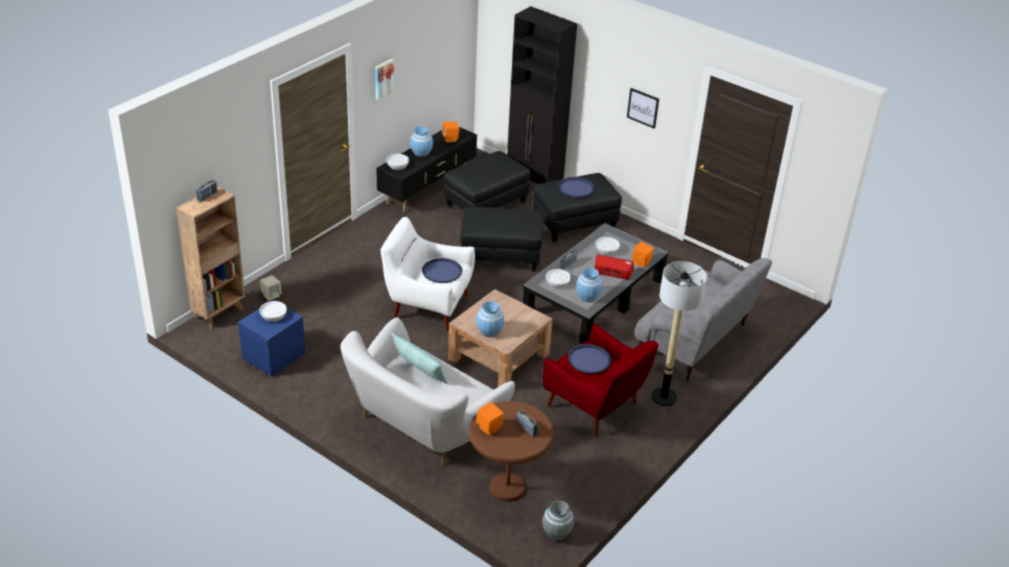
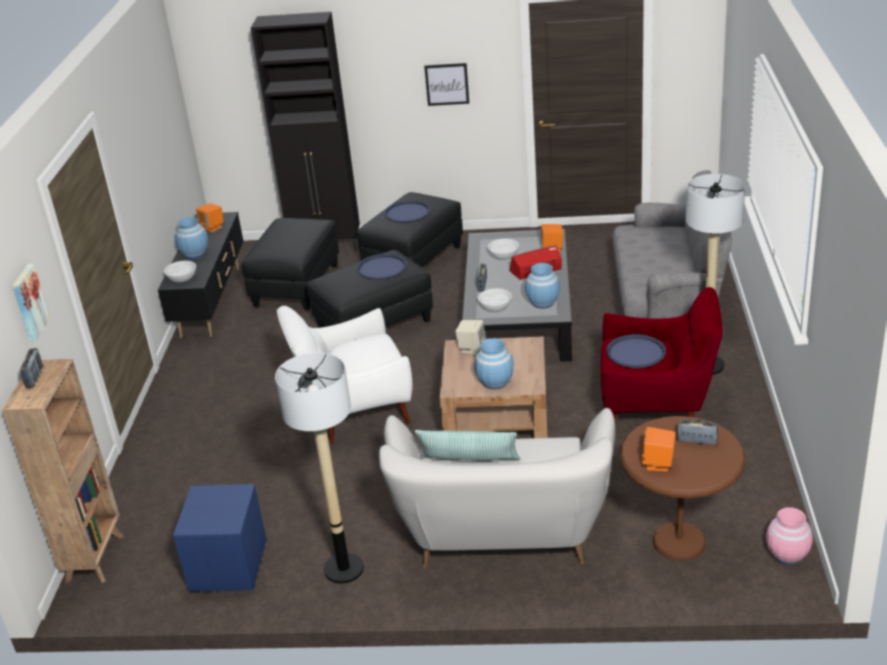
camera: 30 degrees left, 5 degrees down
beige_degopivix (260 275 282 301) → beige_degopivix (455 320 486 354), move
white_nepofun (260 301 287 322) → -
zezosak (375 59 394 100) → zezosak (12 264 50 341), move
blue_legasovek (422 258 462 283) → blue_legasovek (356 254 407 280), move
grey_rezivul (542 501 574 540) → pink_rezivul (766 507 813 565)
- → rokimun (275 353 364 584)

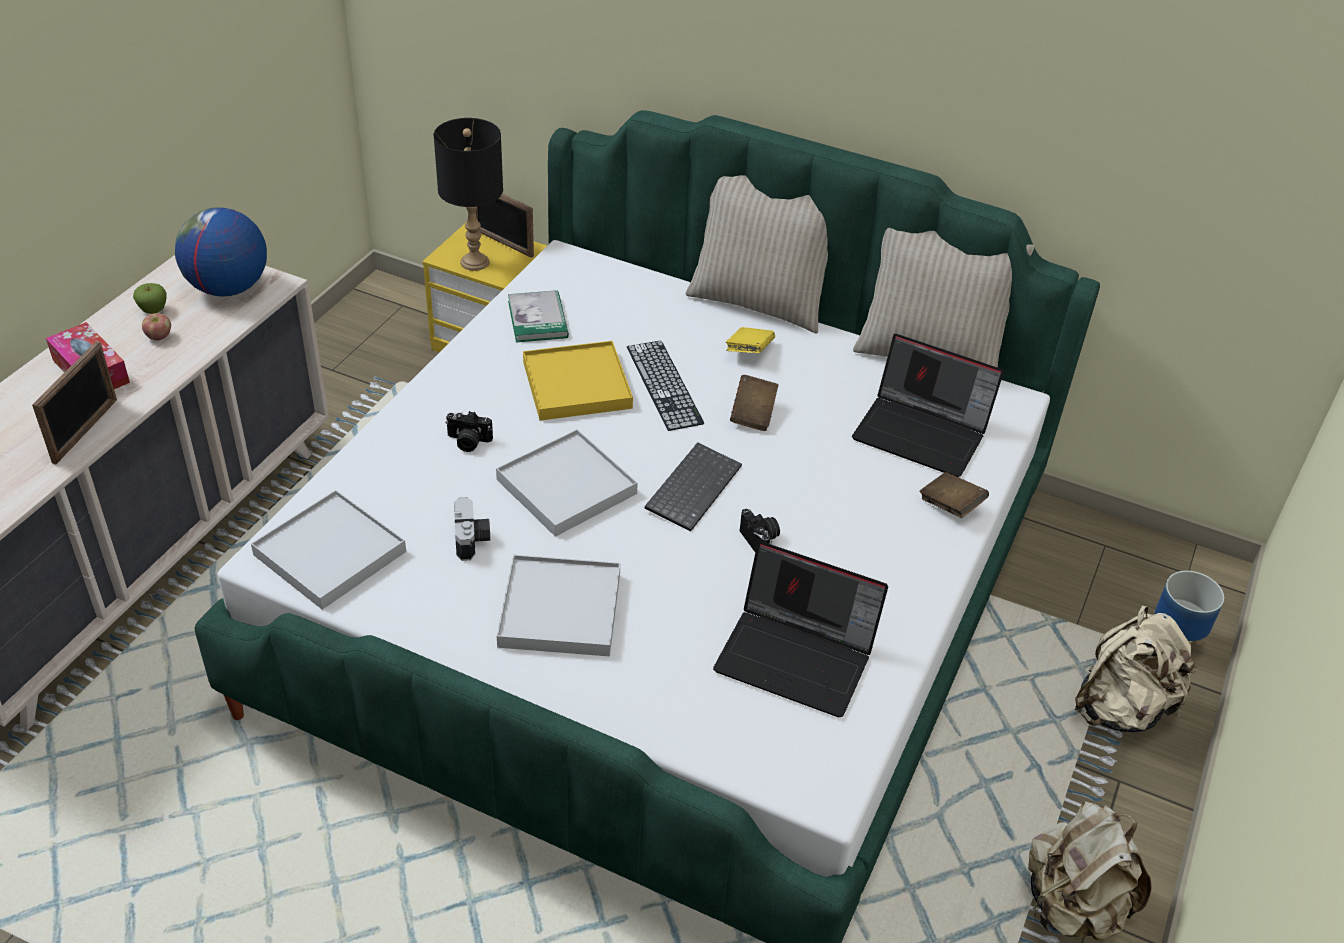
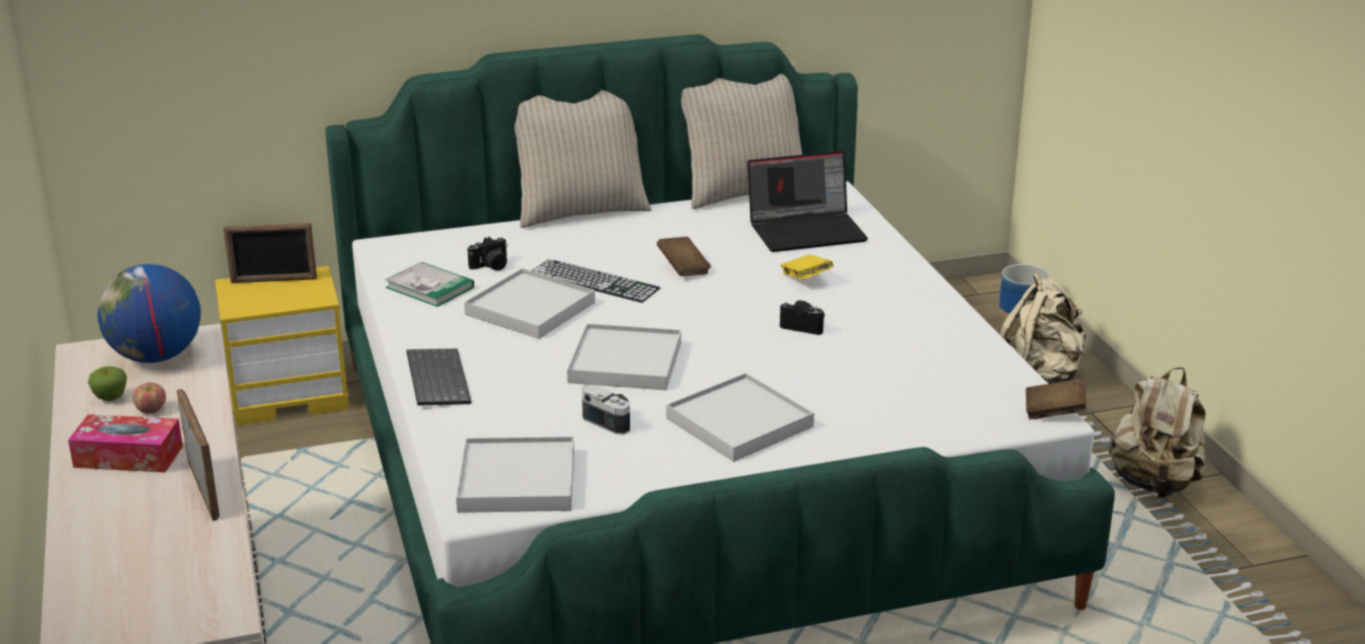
camera: 40 degrees left, 15 degrees down
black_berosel (434 118 503 271) → -
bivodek (445 411 493 452) → bivodek (467 237 507 271), move
yellow_legasovek (523 341 633 421) → white_legasovek (464 268 595 339)
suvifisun (645 442 742 532) → suvifisun (406 349 471 406), move
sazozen (713 541 888 717) → -
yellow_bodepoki (726 327 775 353) → yellow_bodepoki (780 255 834 280), move
brown_bodepoki (919 472 989 518) → brown_bodepoki (1026 378 1087 420), move

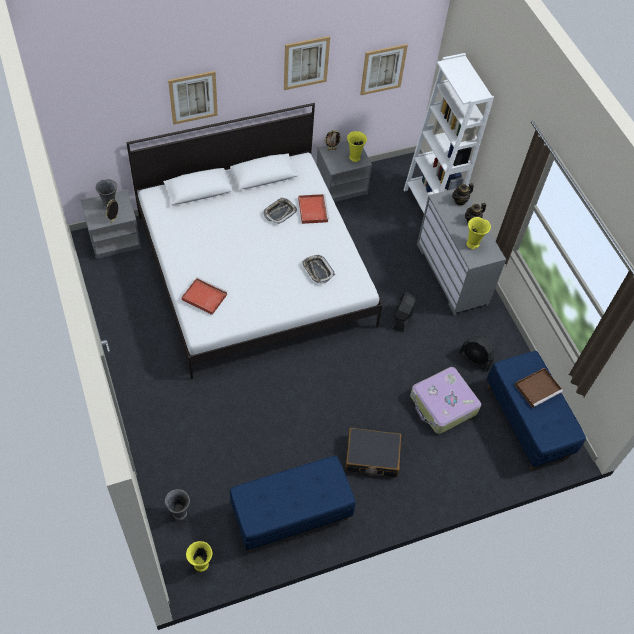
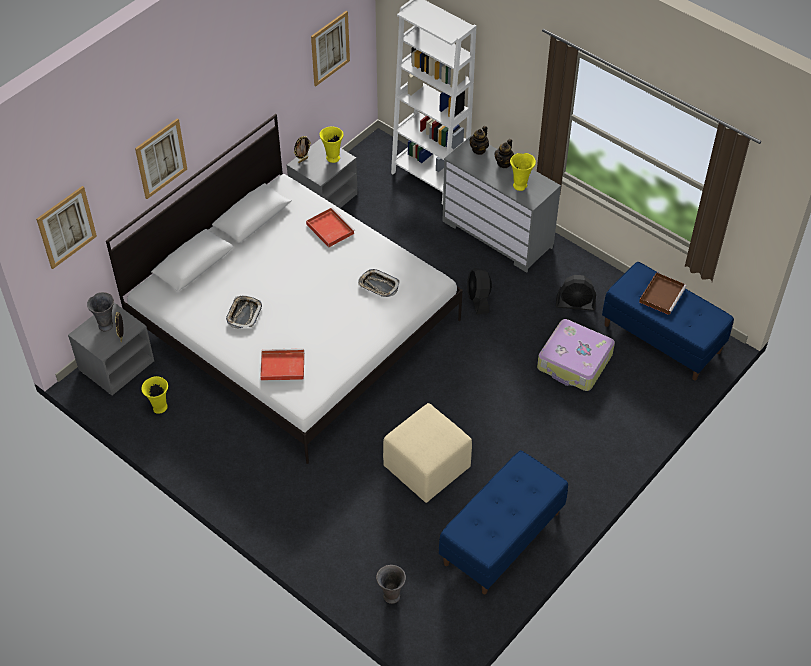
camera: 25 degrees left, 5 degrees down
yellow_rezivul (186 541 212 572) → yellow_rezivul (141 376 168 414), move
legasovek (263 197 297 224) → legasovek (226 295 262 329), move
zezosak (284 36 330 90) → zezosak (36 186 97 269), move
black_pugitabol (345 427 401 478) → -
- → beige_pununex (383 403 472 503)

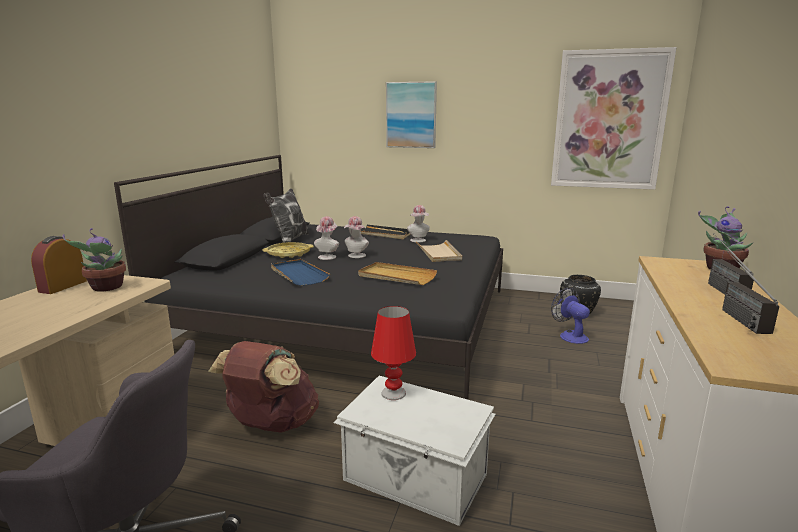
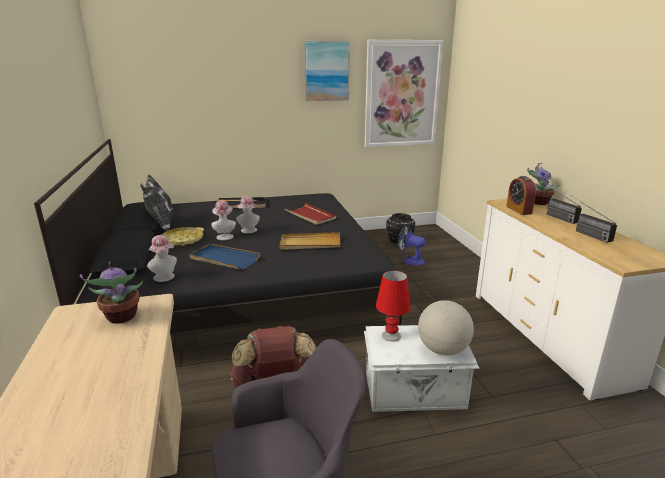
camera: 30 degrees left, 5 degrees up
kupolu (31 236 87 294) → kupolu (506 176 536 215), move
zezosak (386 81 437 148) → zezosak (304 41 350 101), move
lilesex (407 205 430 242) → lilesex (147 235 177 282), move
beige_legasovek (416 240 462 262) → red_legasovek (284 203 336 225)
- → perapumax (418 300 474 355)

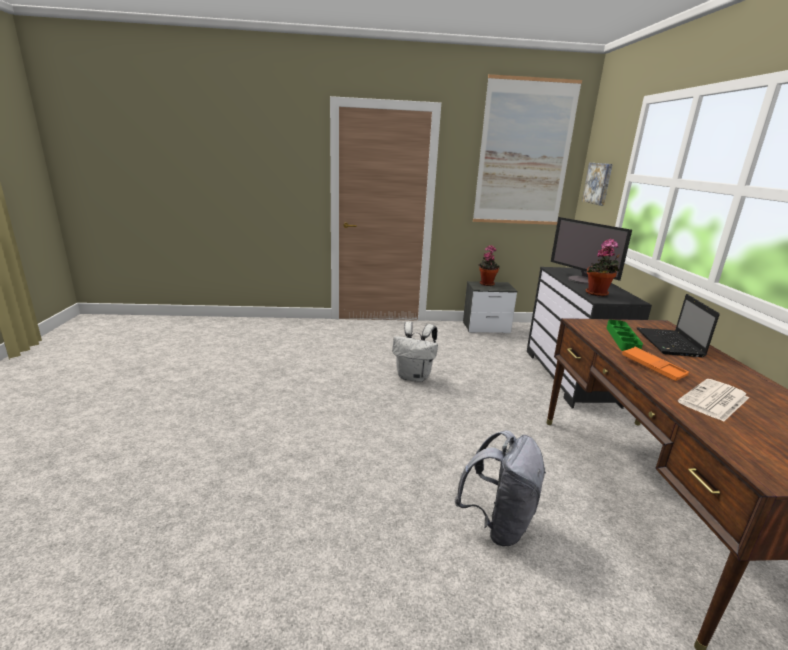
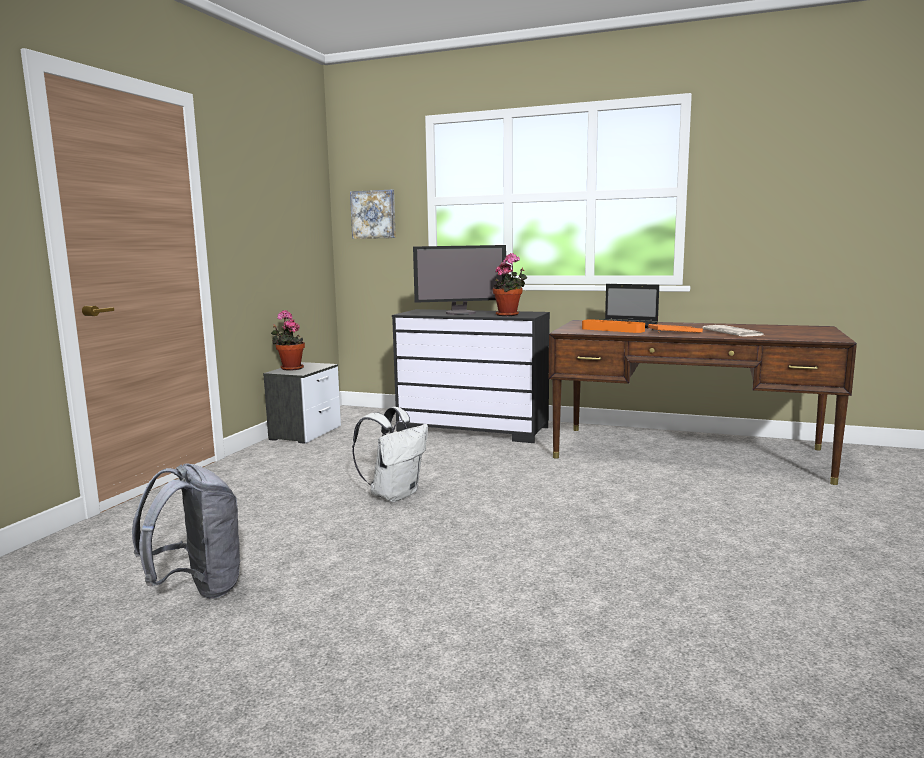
camera: 65 degrees left, 10 degrees down
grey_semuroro (455 430 546 546) → grey_semuroro (132 464 242 599), move
zezosak (473 74 582 225) → -
green_legasovek (607 320 643 351) → orange_legasovek (582 319 645 333)

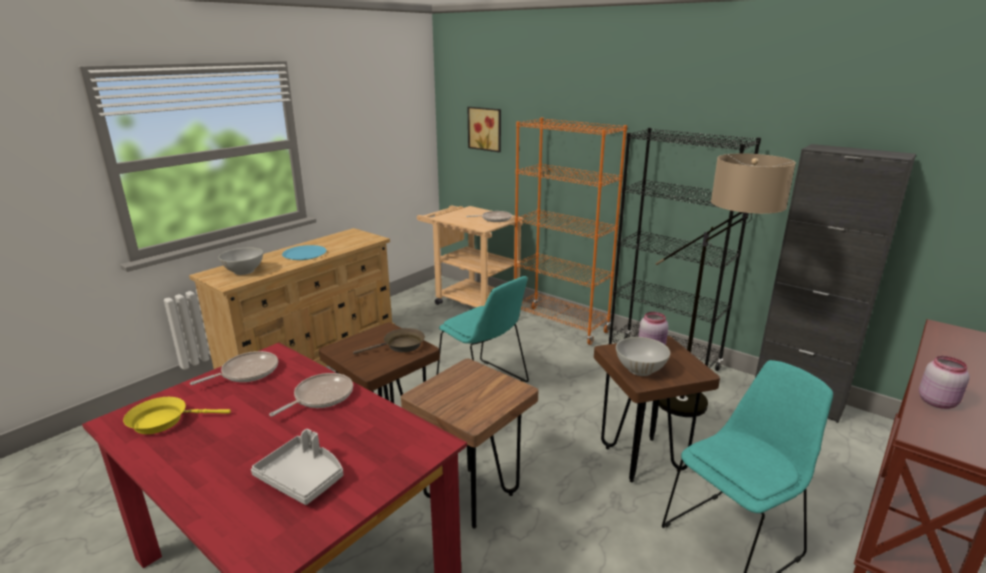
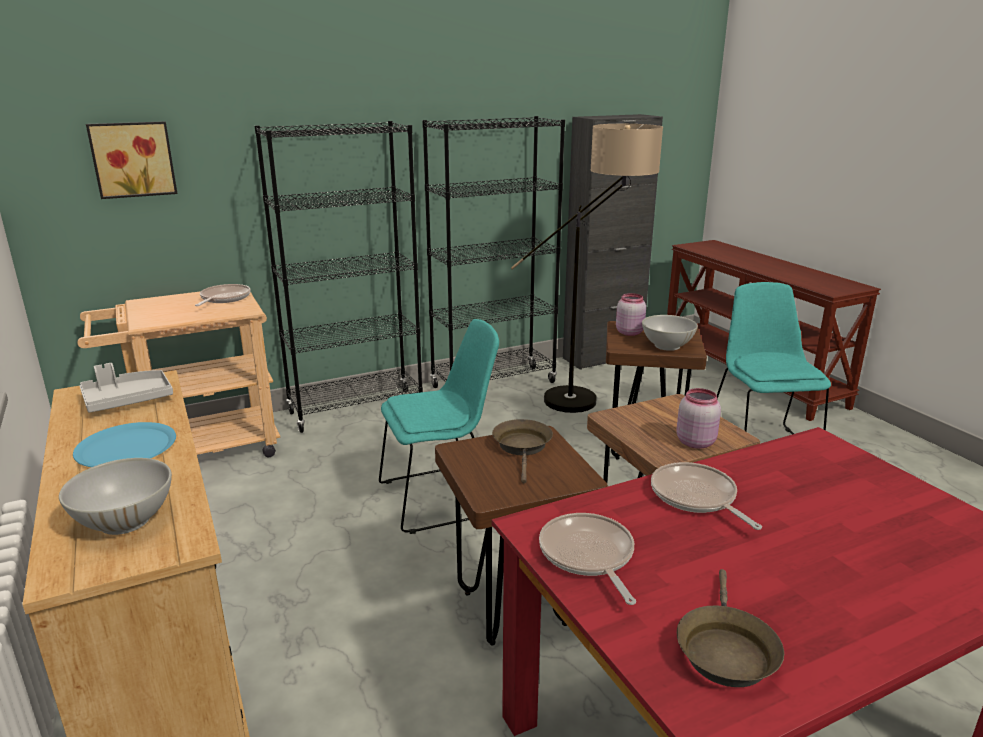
camera: 65 degrees left, 0 degrees up
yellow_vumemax (123 397 231 434) → brown_vumemax (677 569 784 687)
grey_legasovek (251 429 343 505) → grey_legasovek (79 363 173 413), move
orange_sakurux (514 118 627 345) → black_sakurux (255 121 423 433)
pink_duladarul (919 356 970 409) → pink_duladarul (676 388 721 449), move

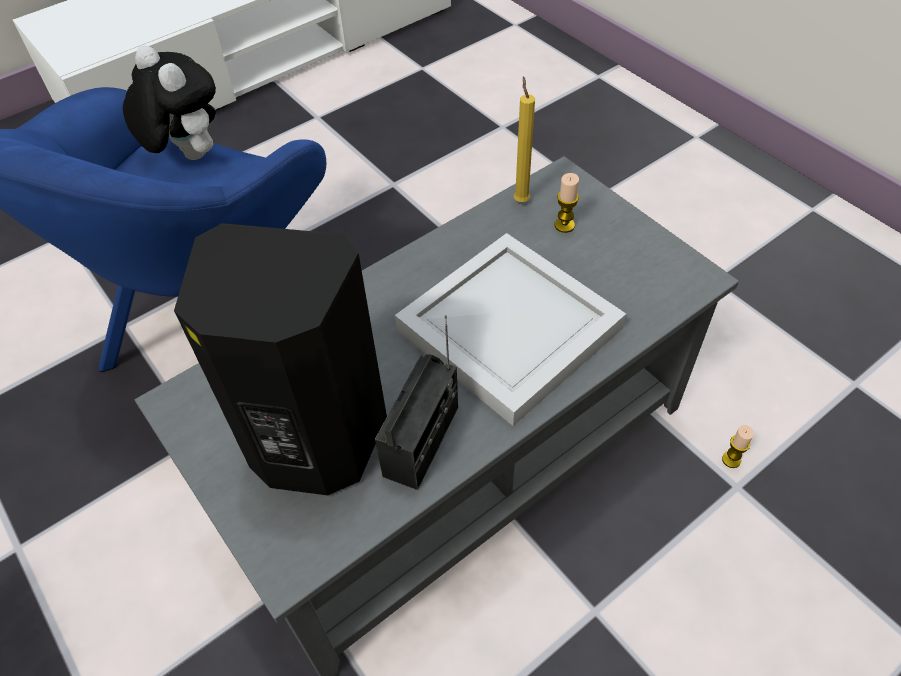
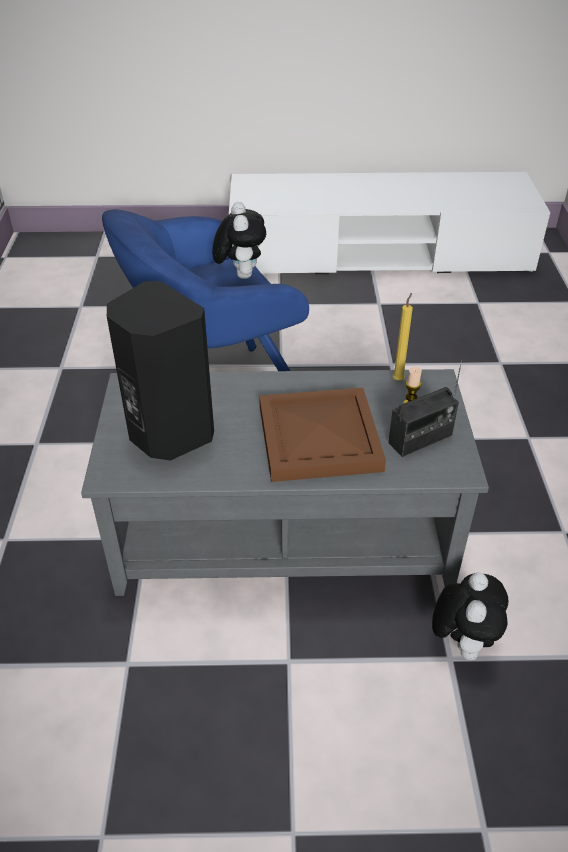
camera: 35 degrees right, 10 degrees down
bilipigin (375 315 458 490) → bilipigin (388 360 462 457), move
white_legasovek (395 233 626 426) → brown_legasovek (259 388 386 482)
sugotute (722 425 754 468) → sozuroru (432 572 508 660)

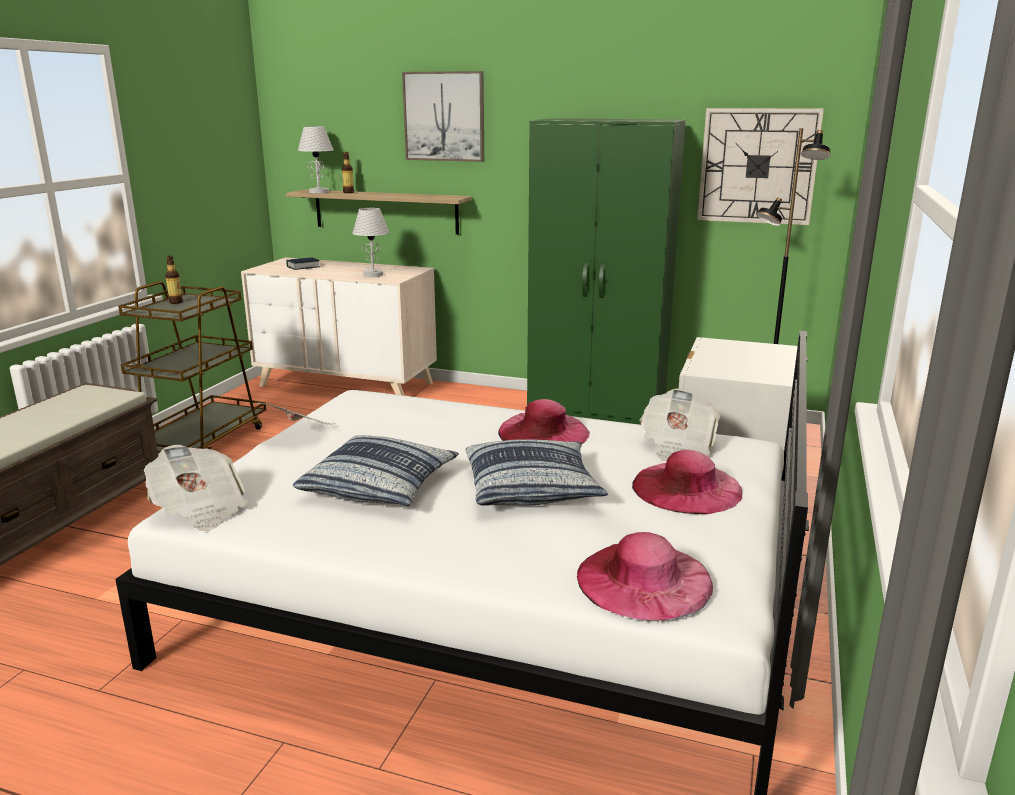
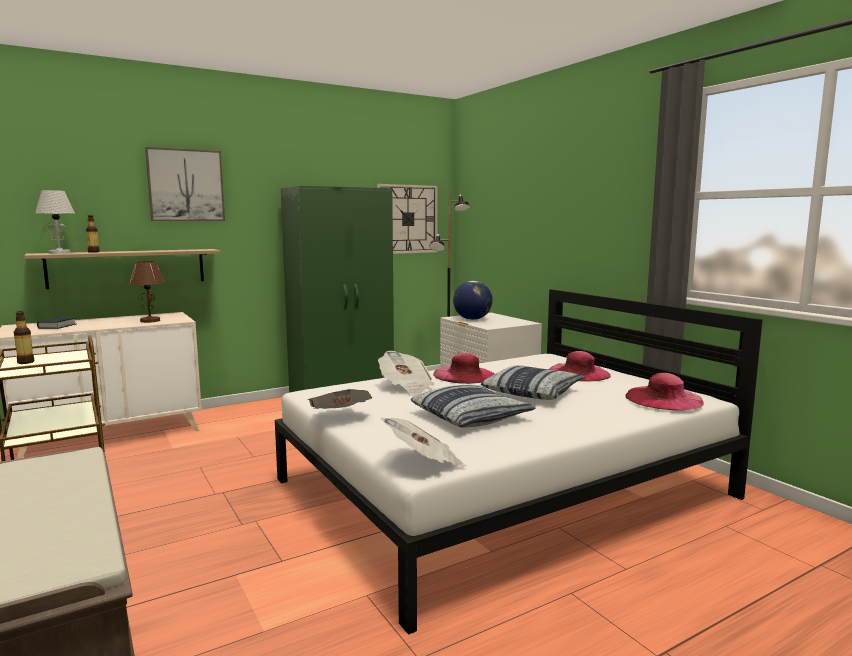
camera: 50 degrees left, 10 degrees down
white_berosel (352 208 389 277) → brown_berosel (129 261 165 323)
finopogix (640 388 720 461) → finopogix (378 351 434 395), move
- → perapumax (453 281 493 320)

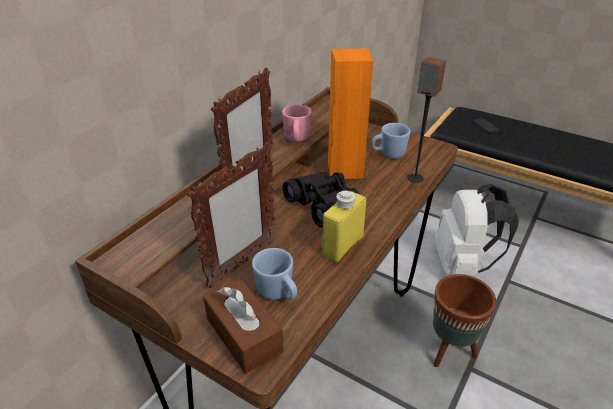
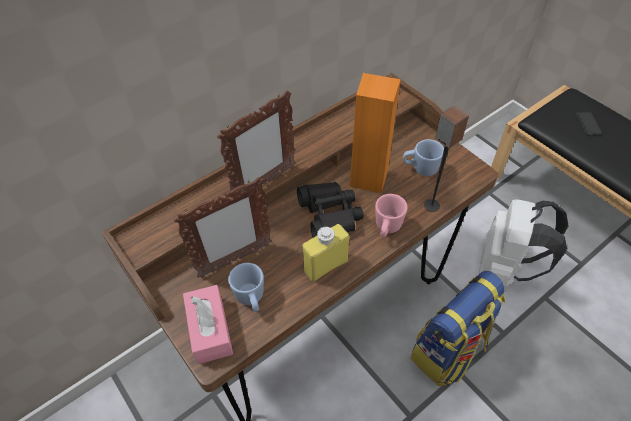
camera: 20 degrees right, 15 degrees up
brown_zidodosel (203 279 284 374) → pink_zidodosel (183 285 233 364)
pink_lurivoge (282 104 312 142) → pink_lurivoge (375 194 408 238), move
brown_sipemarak (433 274 496 367) → semuroro (411 271 505 386)

